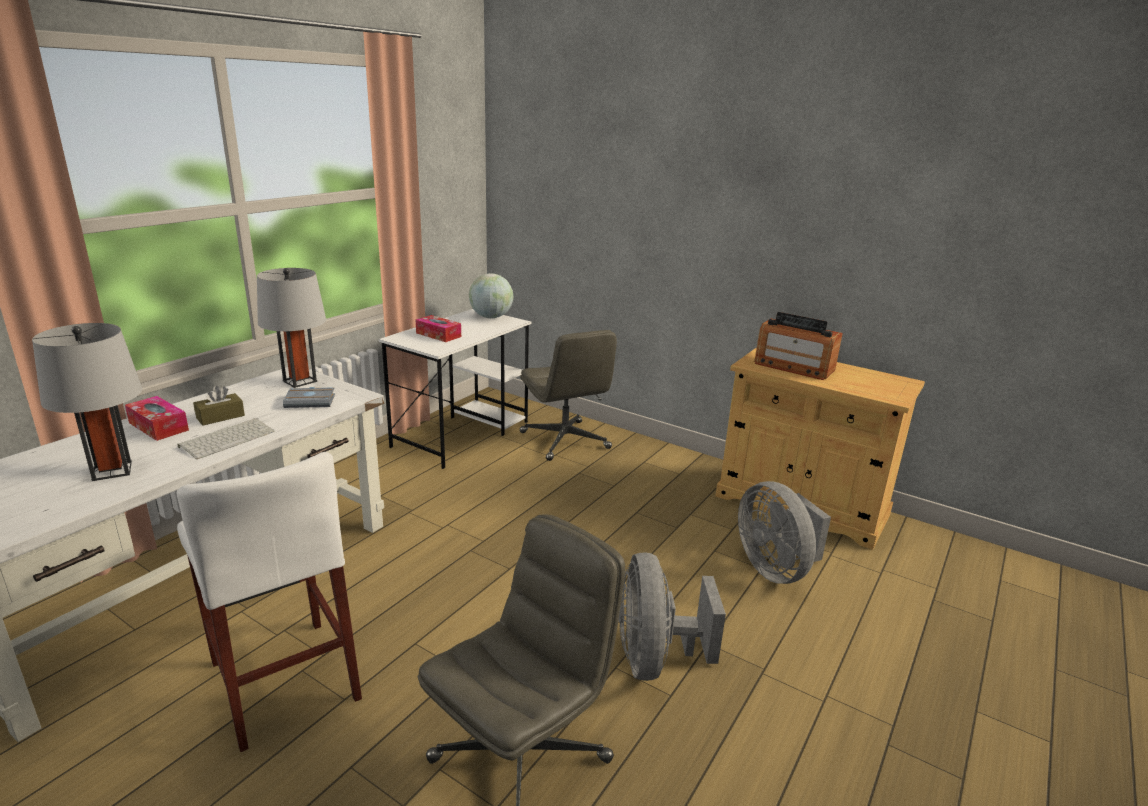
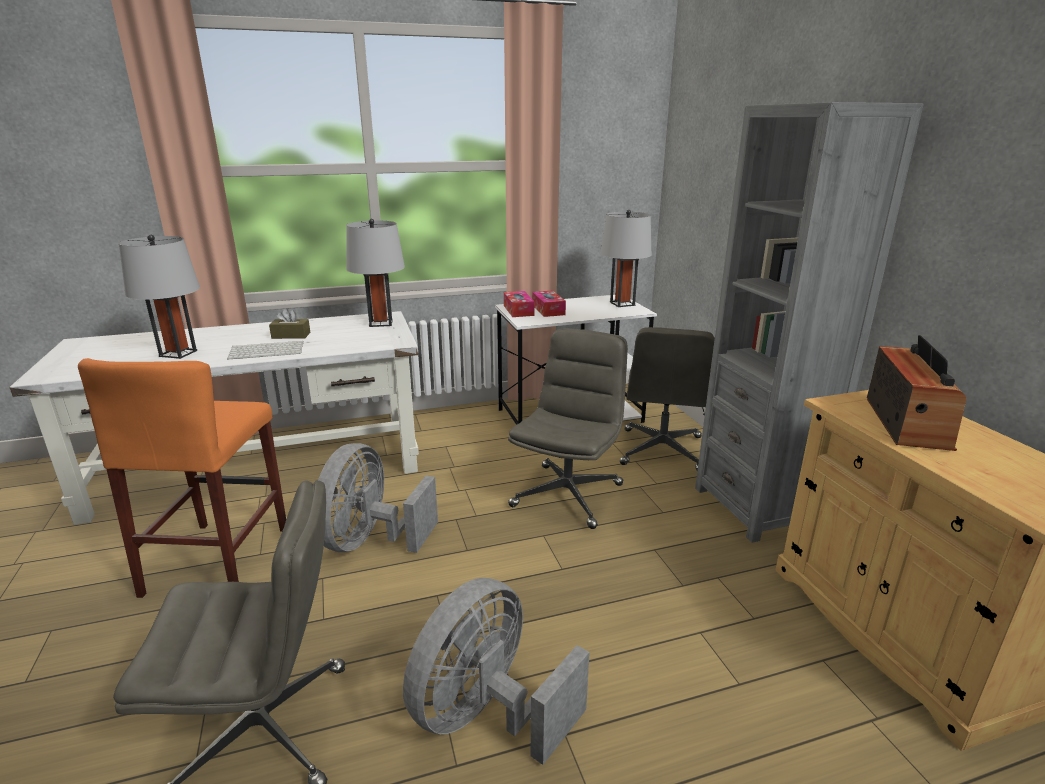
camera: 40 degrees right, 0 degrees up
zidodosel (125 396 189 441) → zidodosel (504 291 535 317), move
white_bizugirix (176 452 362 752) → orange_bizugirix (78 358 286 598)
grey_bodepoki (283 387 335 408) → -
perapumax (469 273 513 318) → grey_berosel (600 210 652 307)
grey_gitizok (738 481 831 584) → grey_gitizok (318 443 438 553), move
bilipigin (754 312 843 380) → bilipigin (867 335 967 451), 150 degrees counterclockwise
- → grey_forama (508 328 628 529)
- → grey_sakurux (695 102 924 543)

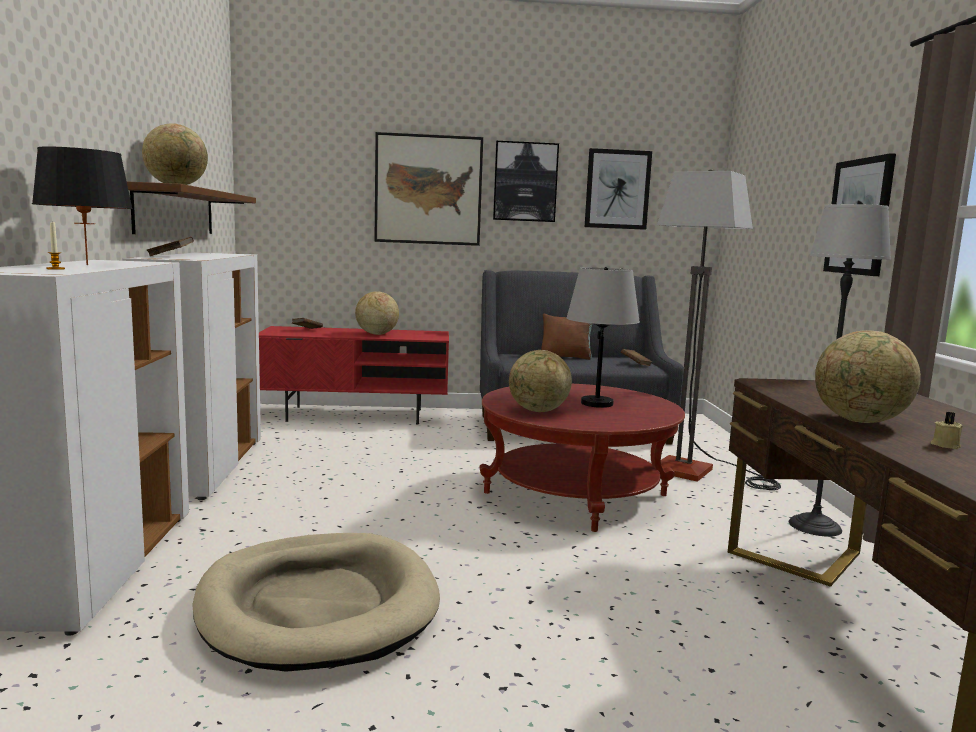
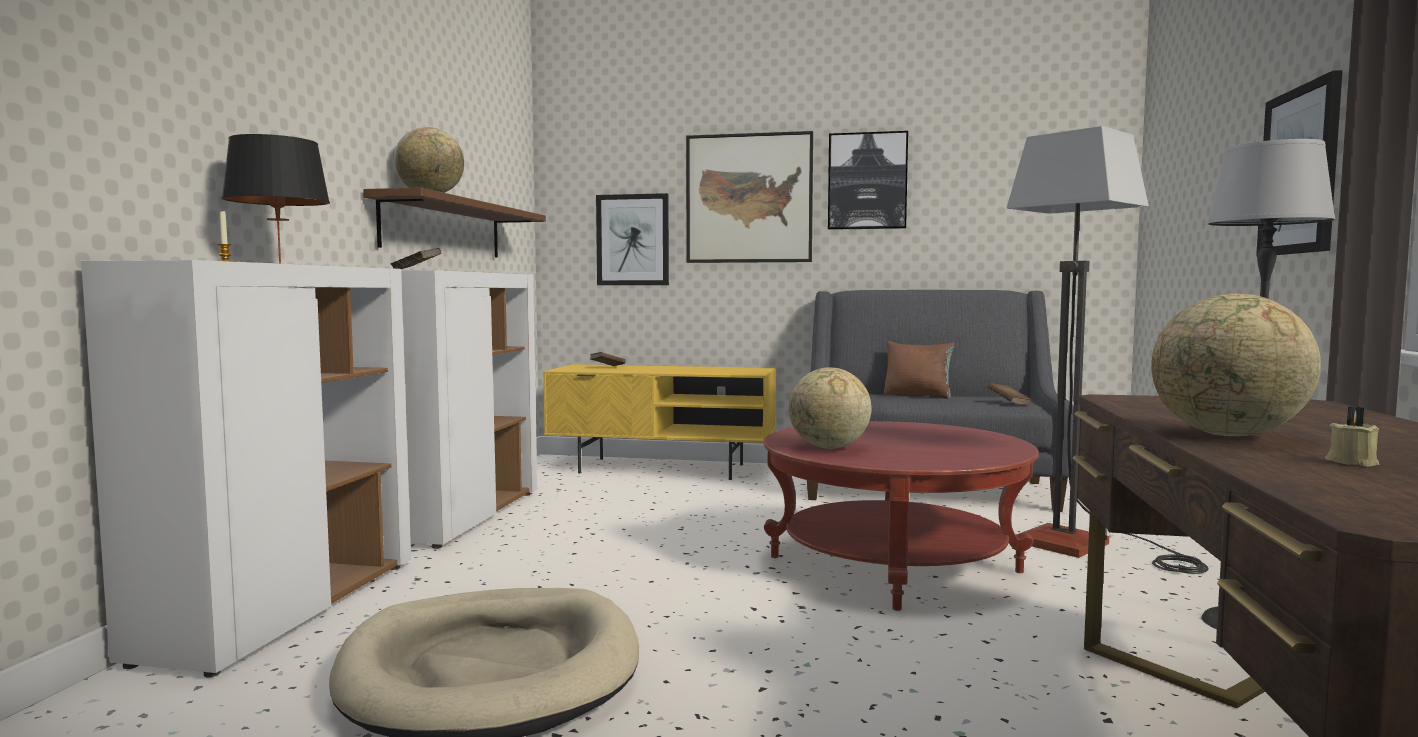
camera: 15 degrees right, 5 degrees down
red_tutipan (259 326 449 425) → yellow_tutipan (543 364 776 480)
perapumax (355 291 399 335) → -
grey_berosel (567 267 640 408) → -
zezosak (585 148 652 230) → zezosak (596 193 669 285), move

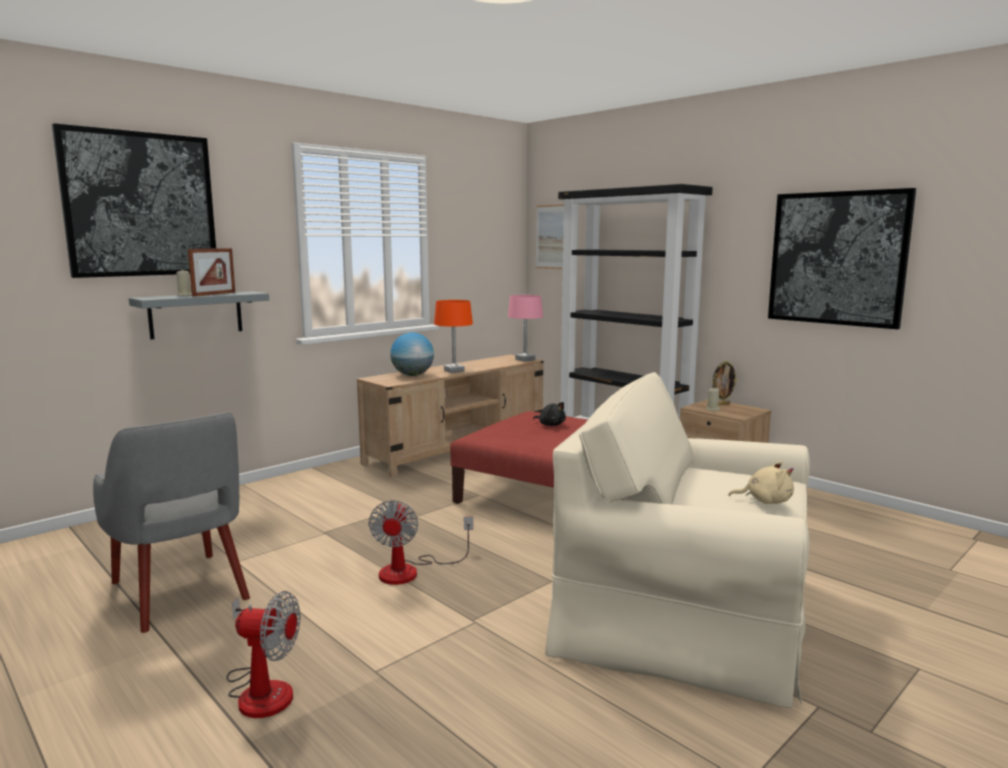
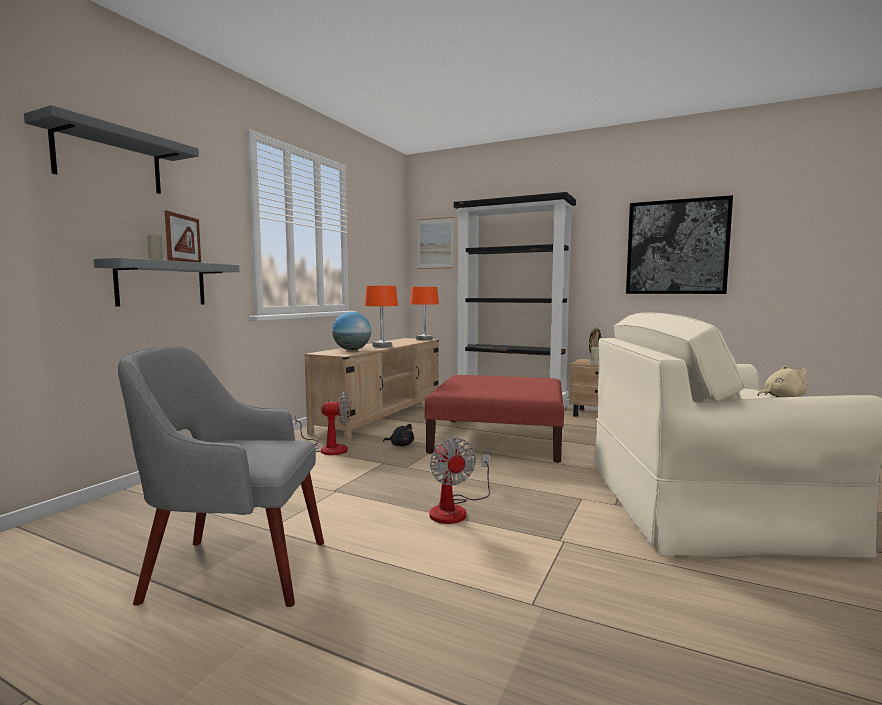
camera: 20 degrees left, 5 degrees down
zezosak (52 123 216 278) → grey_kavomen (24 105 199 194)
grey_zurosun (93 413 250 633) → grey_zurosun (118 347 324 607), 150 degrees clockwise
gitizok (227 591 300 718) → gitizok (295 392 351 455), move
pink_berosel (508 295 543 362) → orange_berosel (410 287 439 341)
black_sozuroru (533 402 566 426) → black_sozuroru (383 424 414 446), move

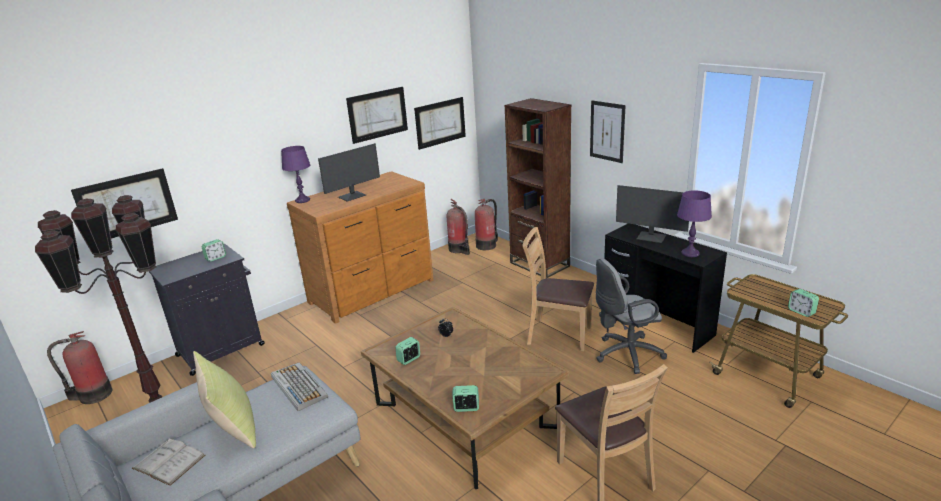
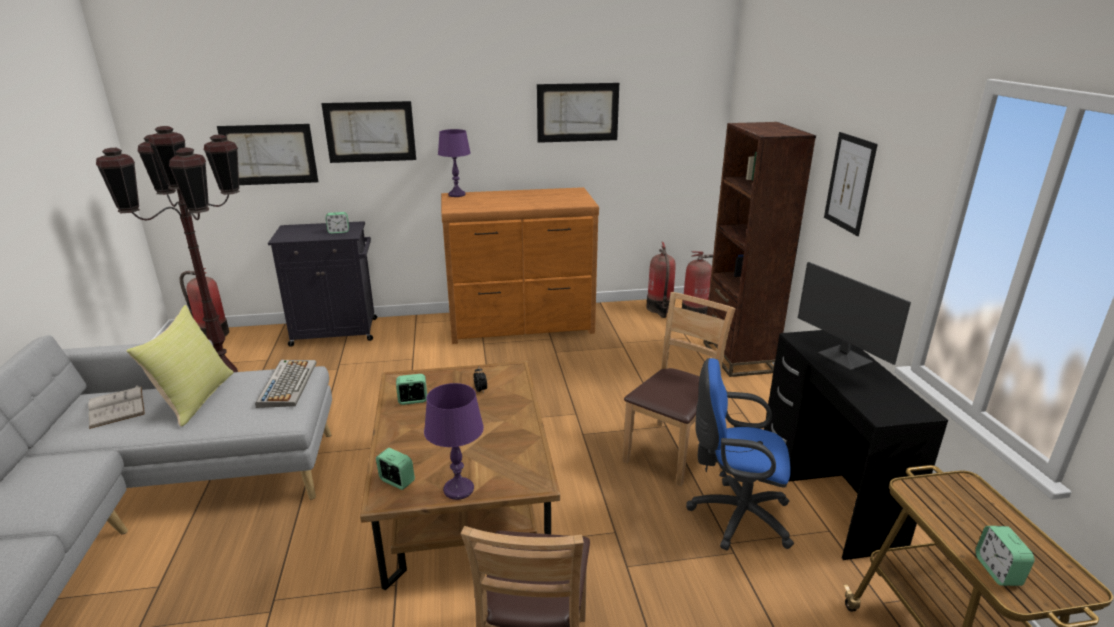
camera: 30 degrees right, 0 degrees up
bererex (318 143 380 202) → -
zezosak (414 97 466 150) → zezosak (321 101 416 163), move
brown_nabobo (523 227 594 352) → brown_nabobo (623 292 736 486), 75 degrees clockwise
grey_forama (596 259 667 374) → blue_forama (686 358 794 550)
purple_berosel (677 190 712 257) → purple_berosel (424 383 484 500), move

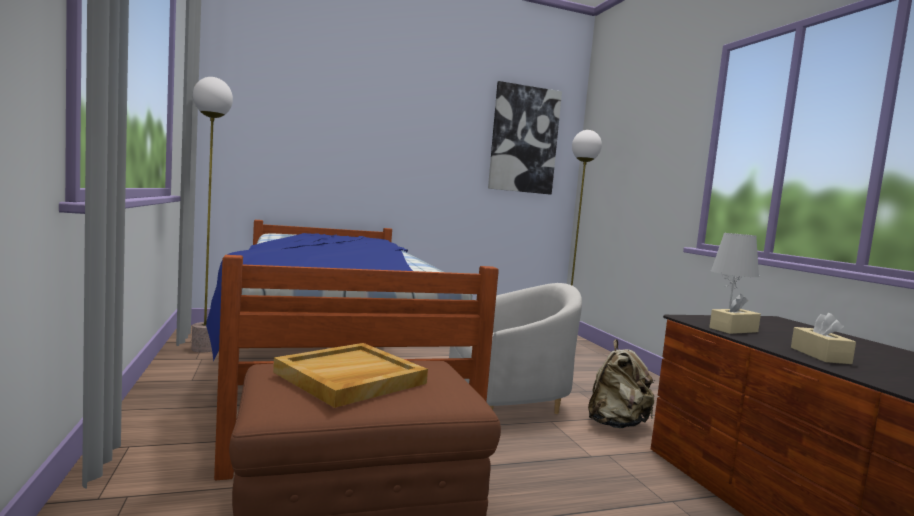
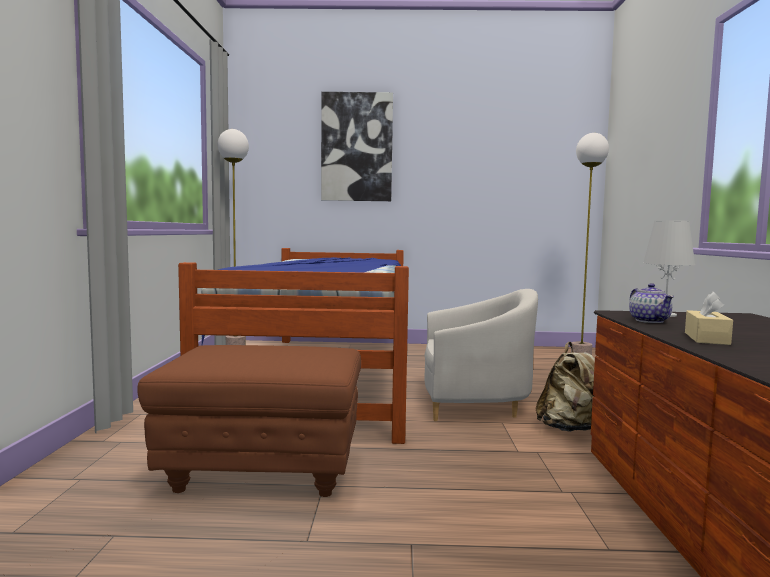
camera: 20 degrees right, 0 degrees up
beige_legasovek (273 343 428 408) → -
zezosak (488 81 562 194) → zezosak (321 92 393 201), move
beige_zidodosel (709 294 761 334) → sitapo (629 283 674 323)

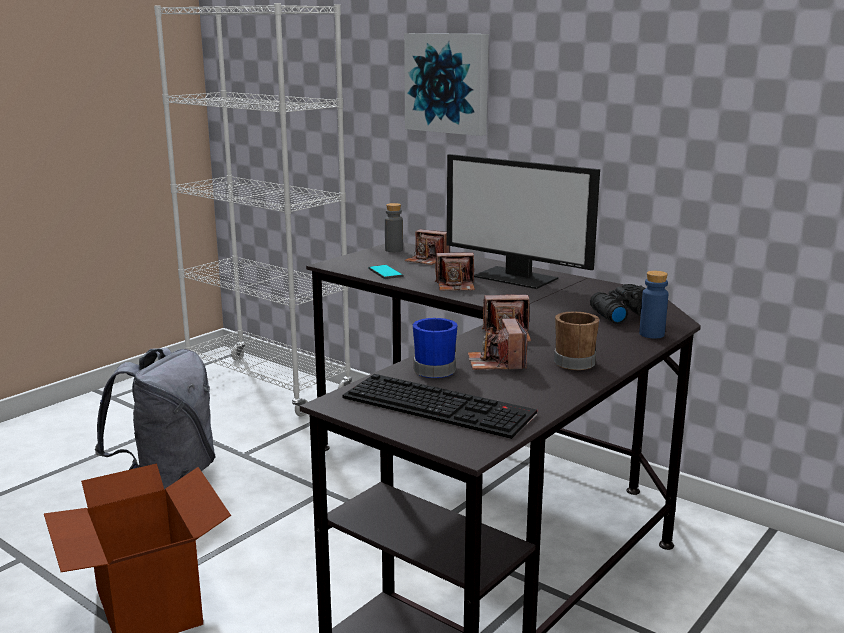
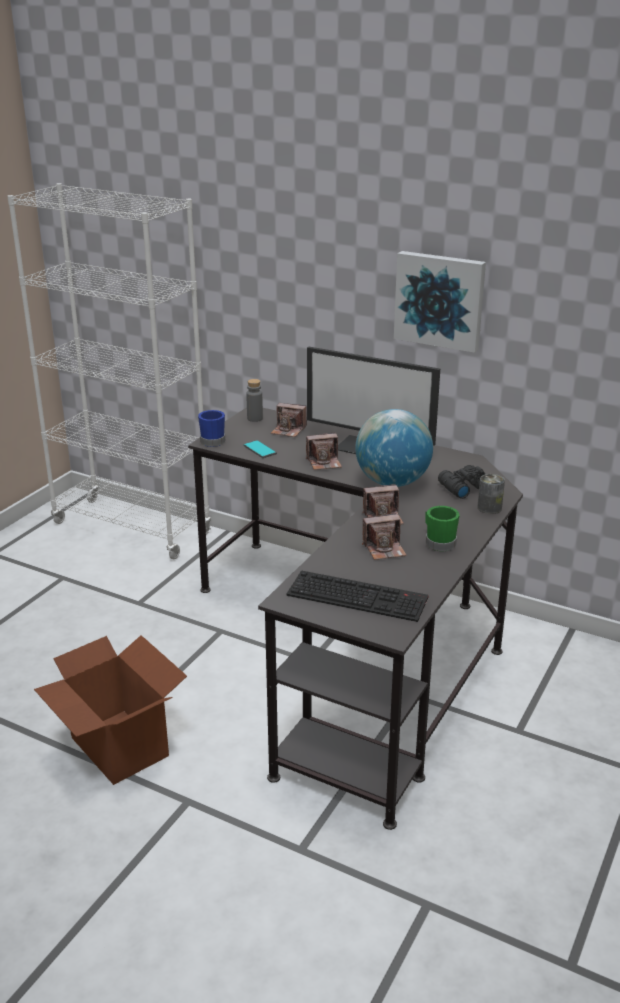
camera: 10 degrees left, 10 degrees up
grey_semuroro (95 348 216 489) → -
zezosak (404 33 489 136) → zezosak (394 251 486 353), move
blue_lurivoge (413 318 458 378) → blue_lurivoge (198 410 225 447), move
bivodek (468 318 527 370) → bivodek (362 513 407 560), 90 degrees counterclockwise
brown_lurivoge (554 311 599 370) → green_lurivoge (425 506 460 551)
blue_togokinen (639 271 668 338) → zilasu (477 474 505 514)
- → perapumax (355 409 433 487)

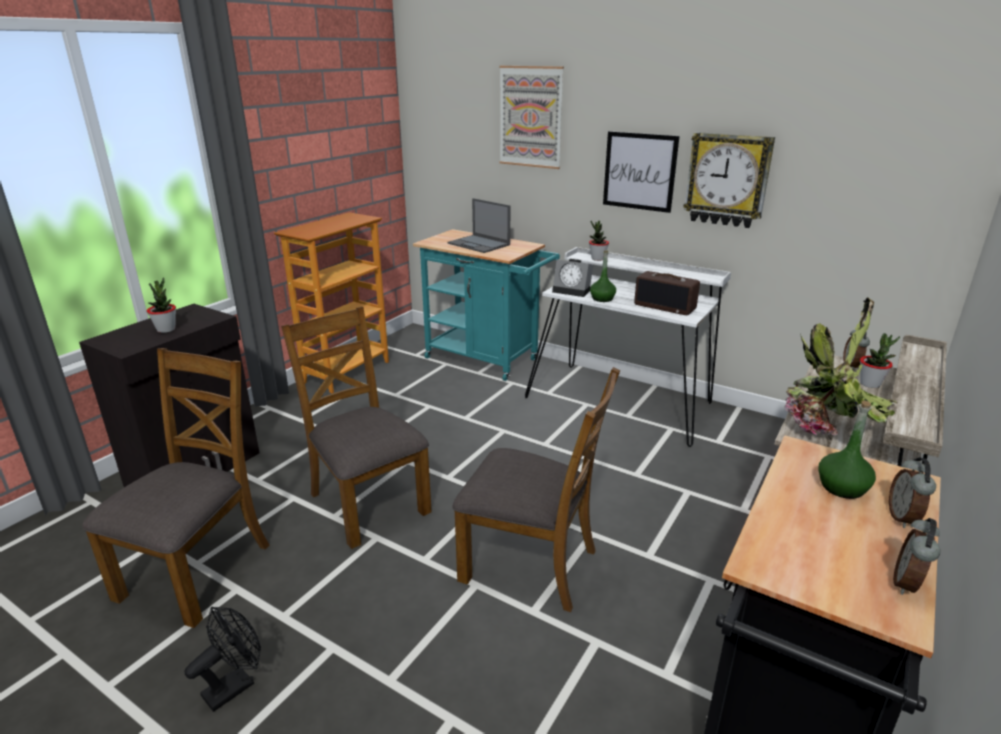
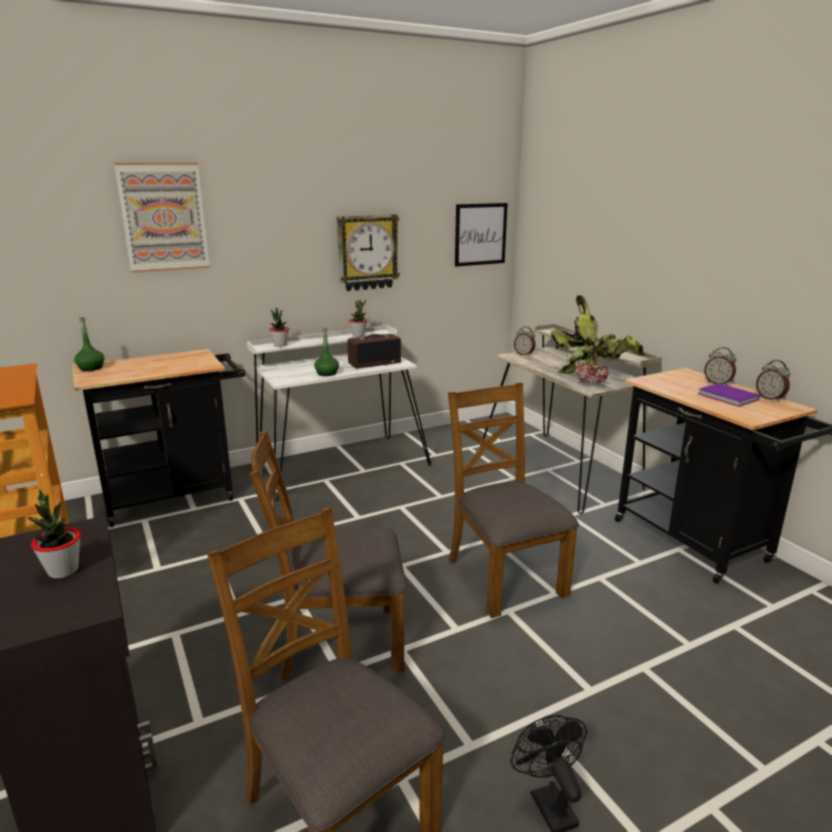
camera: 60 degrees left, 5 degrees down
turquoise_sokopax (413 229 560 381) → black_sokopax (72 349 246 527)
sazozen (448 198 510 253) → -
brown_nabobo (453 367 620 612) → brown_nabobo (448 383 579 618), 75 degrees counterclockwise
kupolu (552 259 593 297) → -
zezosak (603 131 680 213) → zezosak (455 203 508 267), move
green_togokinen (819 400 876 499) → green_togokinen (74 317 104 371), move
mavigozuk (860 333 900 388) → mavigozuk (349 299 367 337), move
- → purple_bodepoki (698 383 760 407)

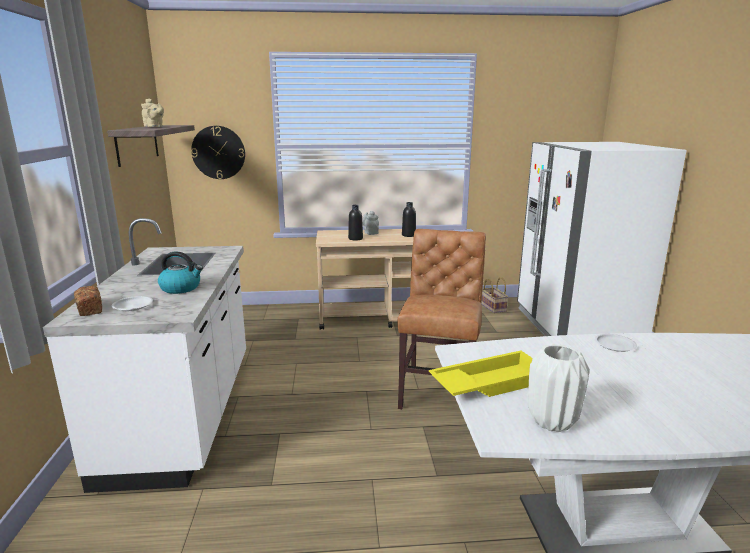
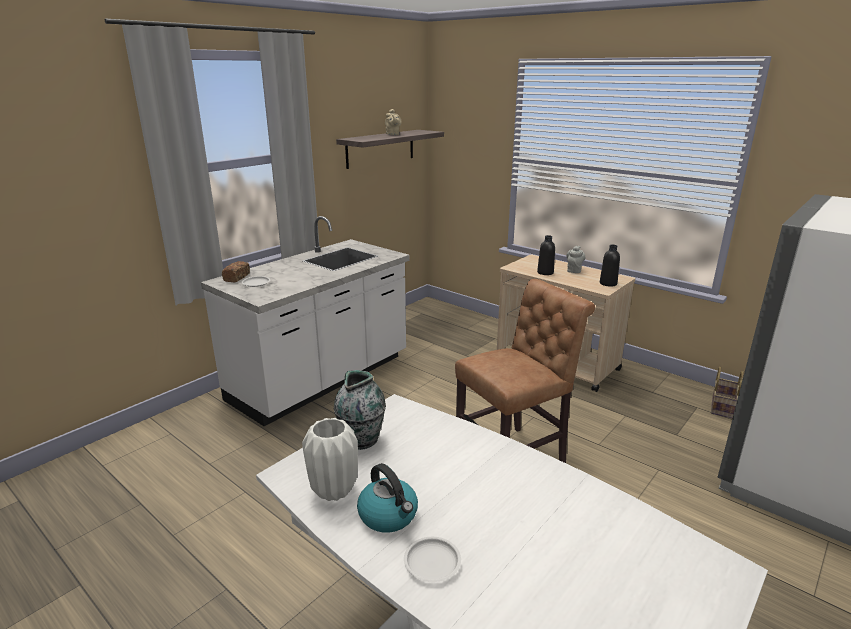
camera: 45 degrees right, 5 degrees up
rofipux (158 252 203 294) → rofipux (357 463 418 533), move
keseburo (191 126 245 179) → -
yellow_legasovek (429 350 532 397) → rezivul (334 370 386 450)
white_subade (595 334 637 352) → white_subade (404 537 461 582), move

